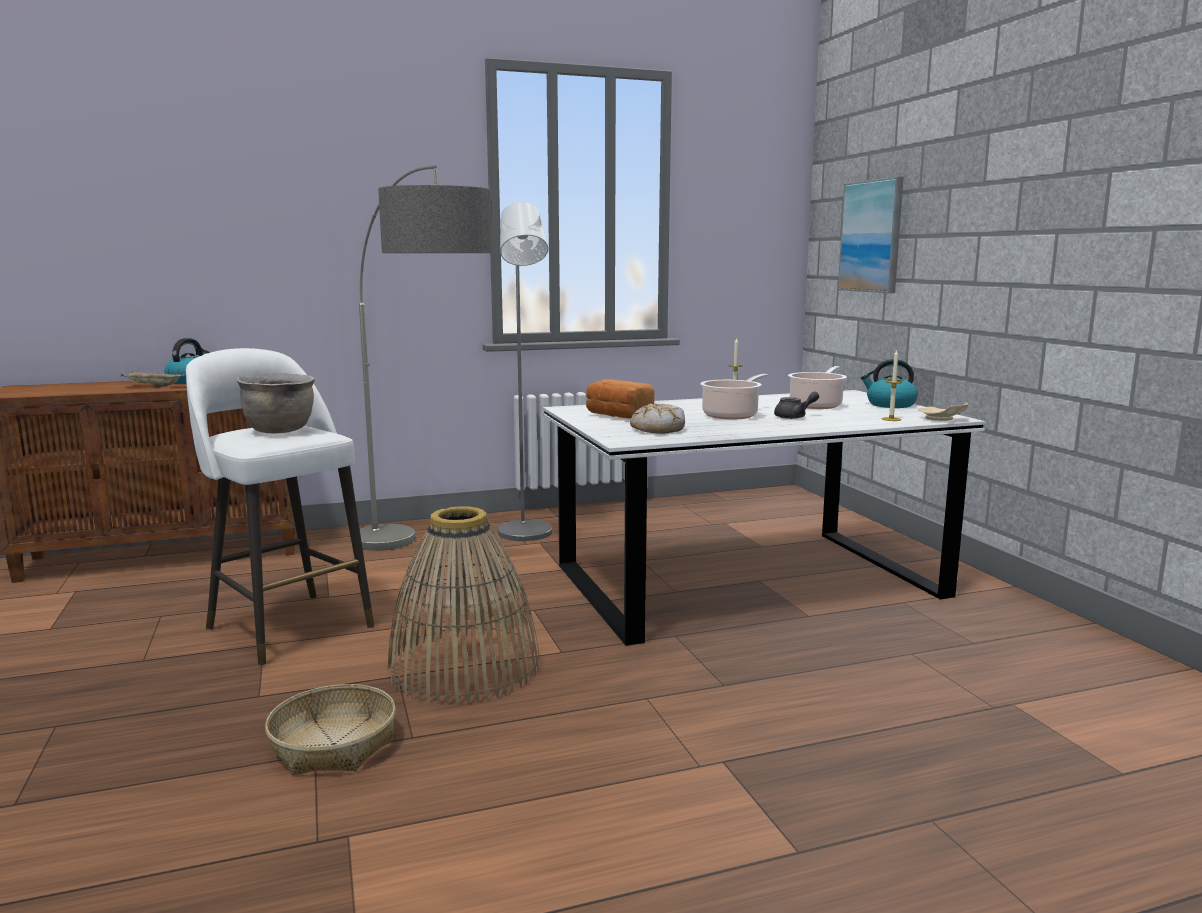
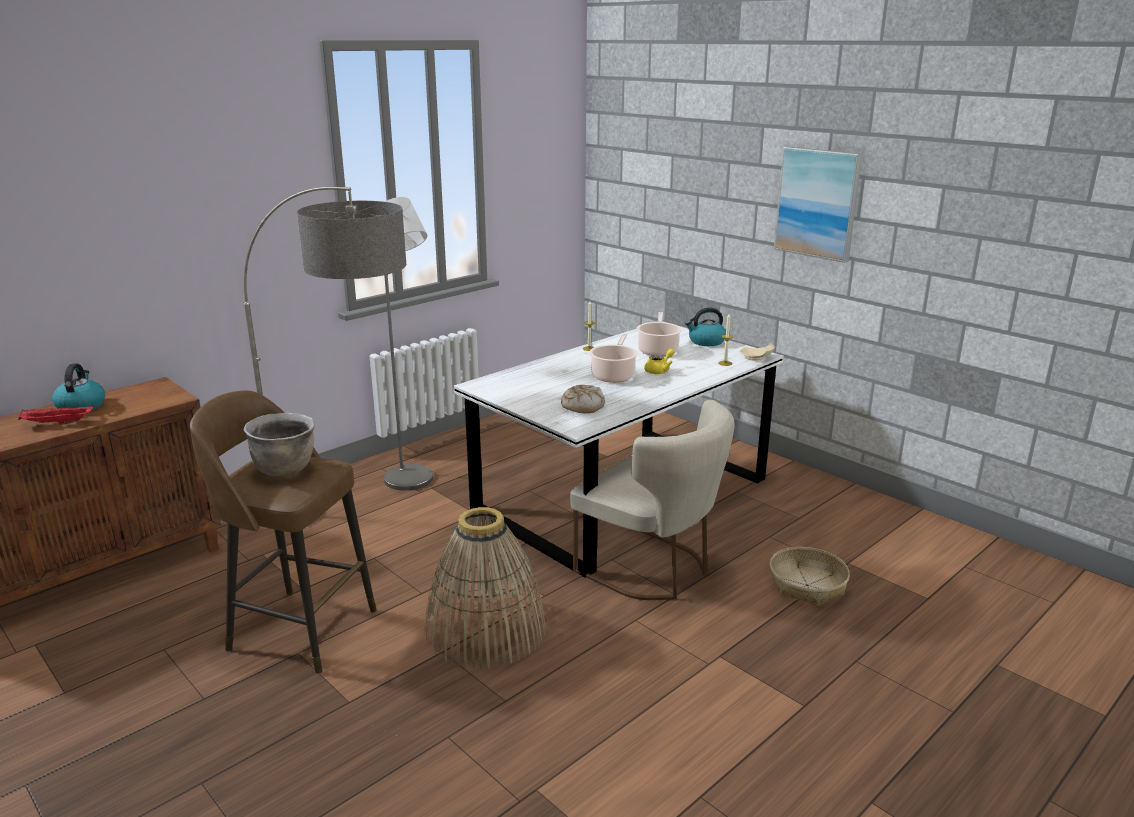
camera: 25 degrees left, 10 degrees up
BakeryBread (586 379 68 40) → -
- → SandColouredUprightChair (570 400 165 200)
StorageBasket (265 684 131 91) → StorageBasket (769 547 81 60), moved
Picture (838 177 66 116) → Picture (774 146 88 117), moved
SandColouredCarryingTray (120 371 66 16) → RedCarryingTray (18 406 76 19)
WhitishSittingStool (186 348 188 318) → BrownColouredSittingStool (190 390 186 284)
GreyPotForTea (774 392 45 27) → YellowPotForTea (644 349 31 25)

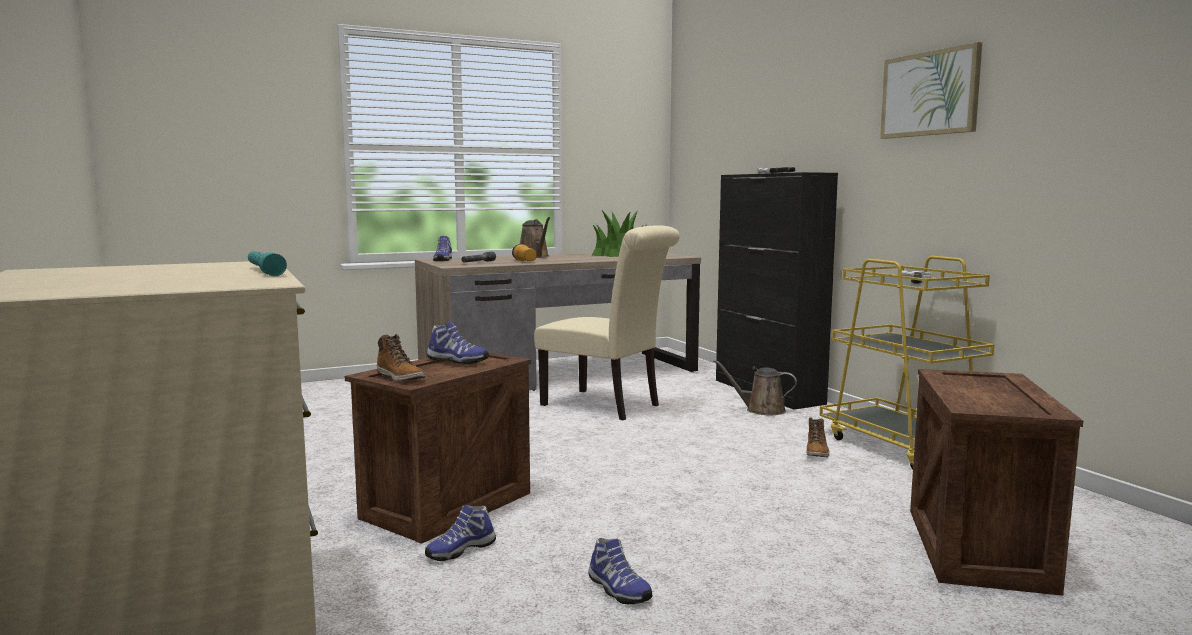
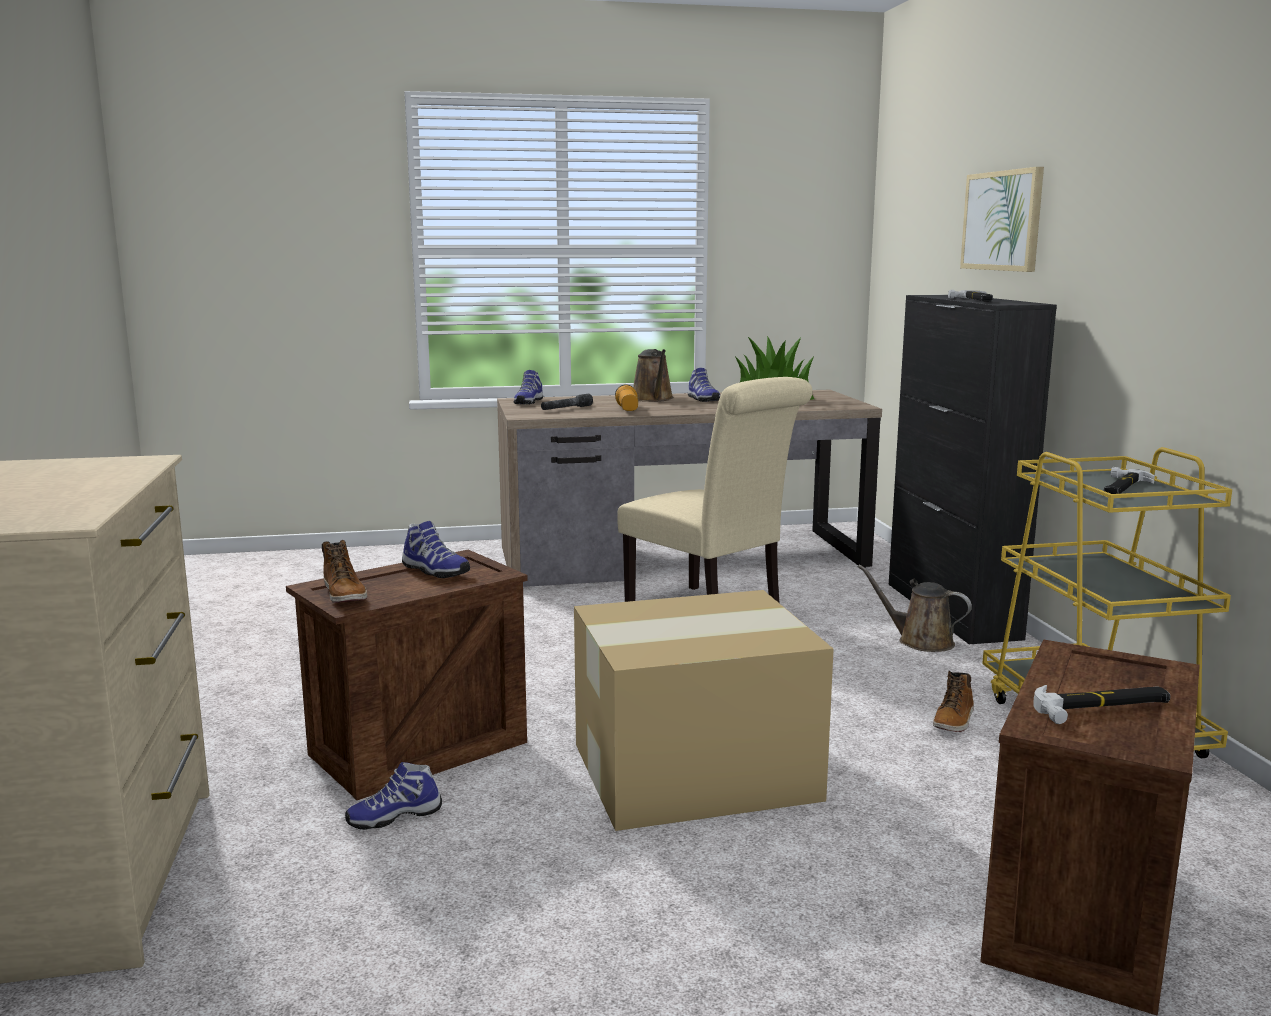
camera: 15 degrees right, 5 degrees up
BlueGreenFlashlight (248 251 39 25) → -
- → CardboardBox (574 590 260 241)
- → Hammer (1033 685 137 39)
Shoe (588 538 64 66) → Shoe (688 368 32 34), moved
Picture (880 42 102 97) → Picture (960 167 84 105), moved

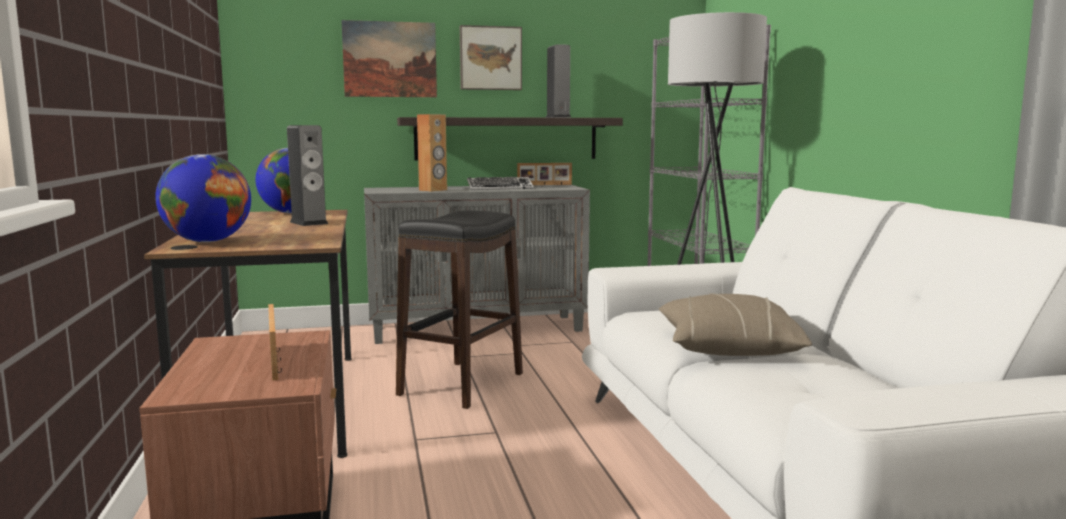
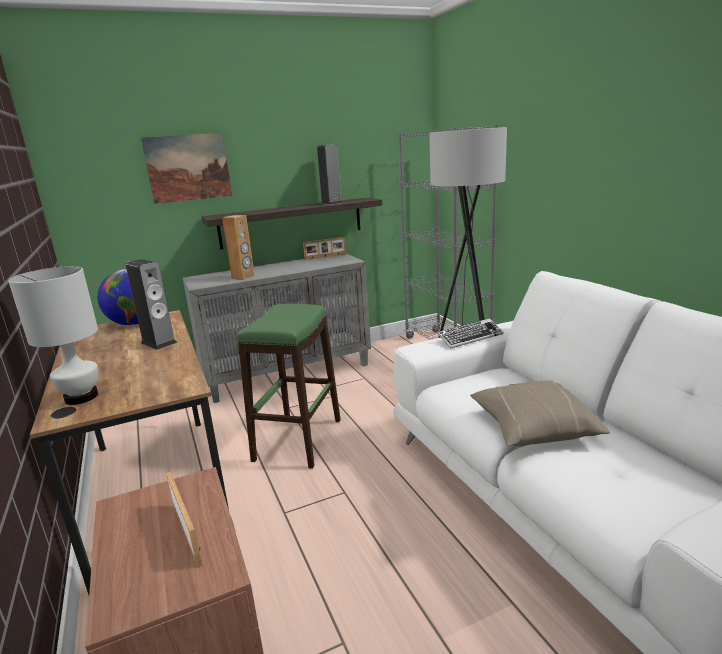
camera: 10 degrees left, 10 degrees up
Picture (460 25 62 65) → -
Keyboard (467 177 67 13) → Keyboard (437 318 67 31), moved
Globe (155 154 96 88) → WhitishLampForATable (8 266 90 139)
BlackishSittingStool (396 210 127 199) → GreenishSittingStool (237 304 104 165)

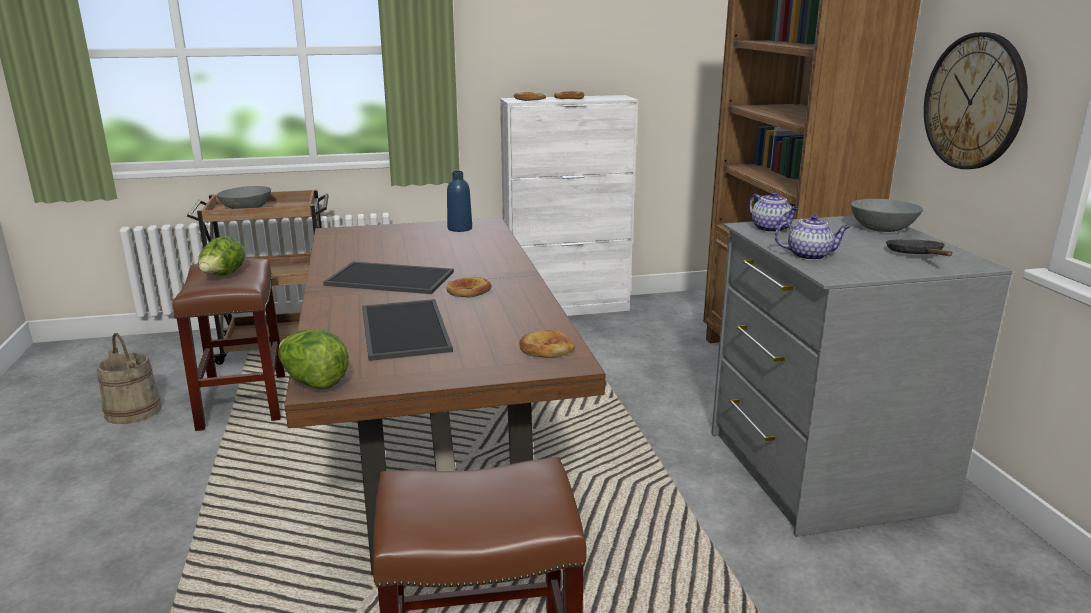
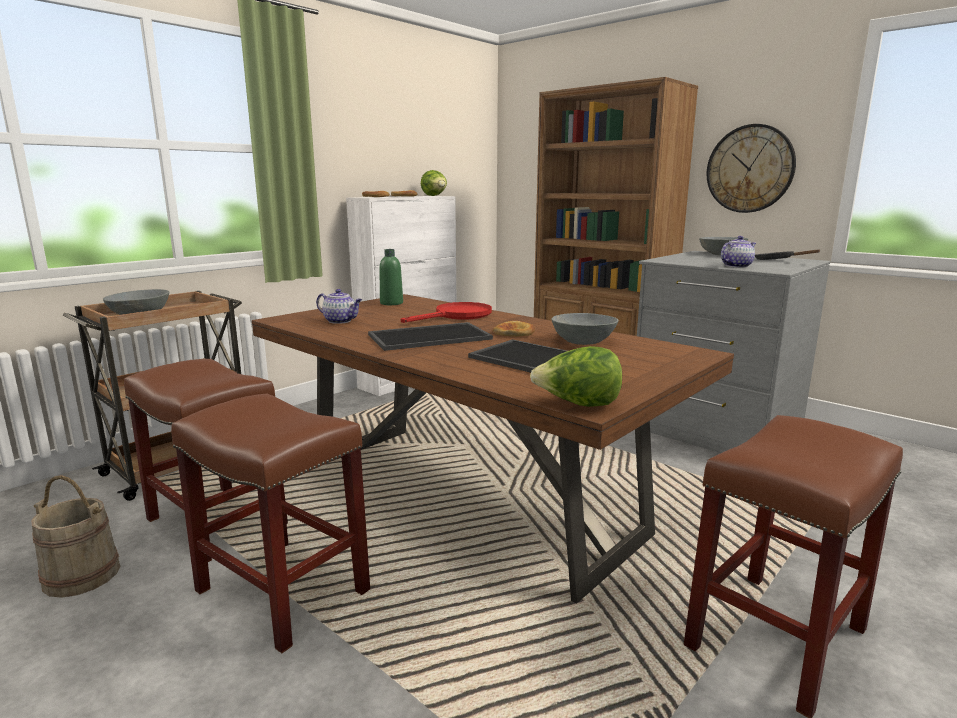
camera: 35 degrees left, 5 degrees down
BakeryBread (519 330 56 28) → -
- → BrownColouredSittingStool (171 394 199 259)
- → RedPan (401 302 91 21)
- → GreyDeepDish (551 313 67 32)
LettuceHead (198 236 47 39) → LettuceHead (421 170 26 26), moved
PotForTea (748 191 51 41) → PotForTea (316 289 46 35), moved
BlueBottle (447 171 25 61) → GreenishBottle (379 249 24 56)

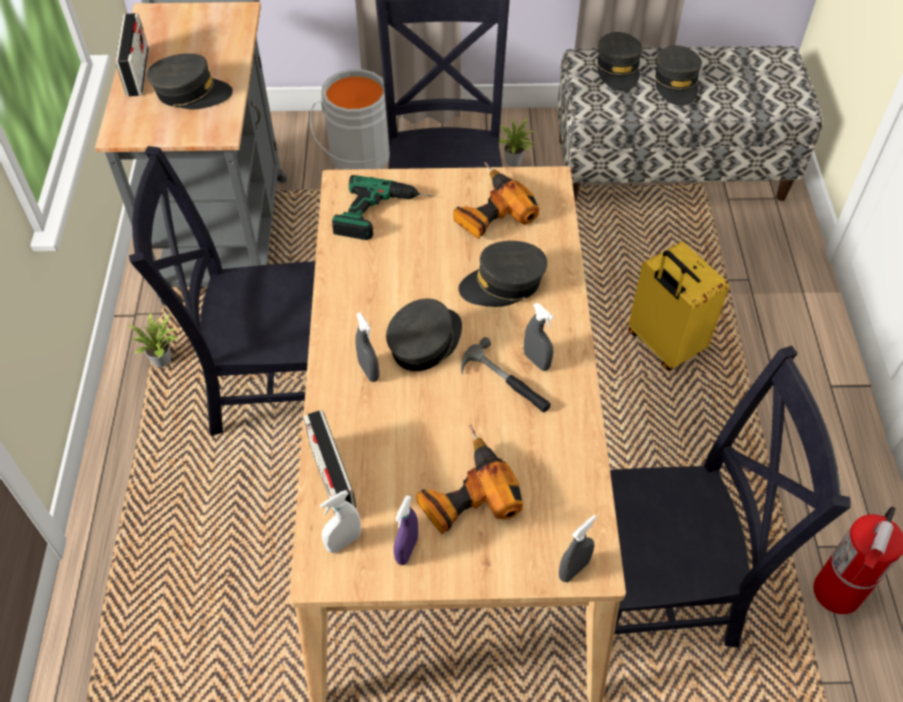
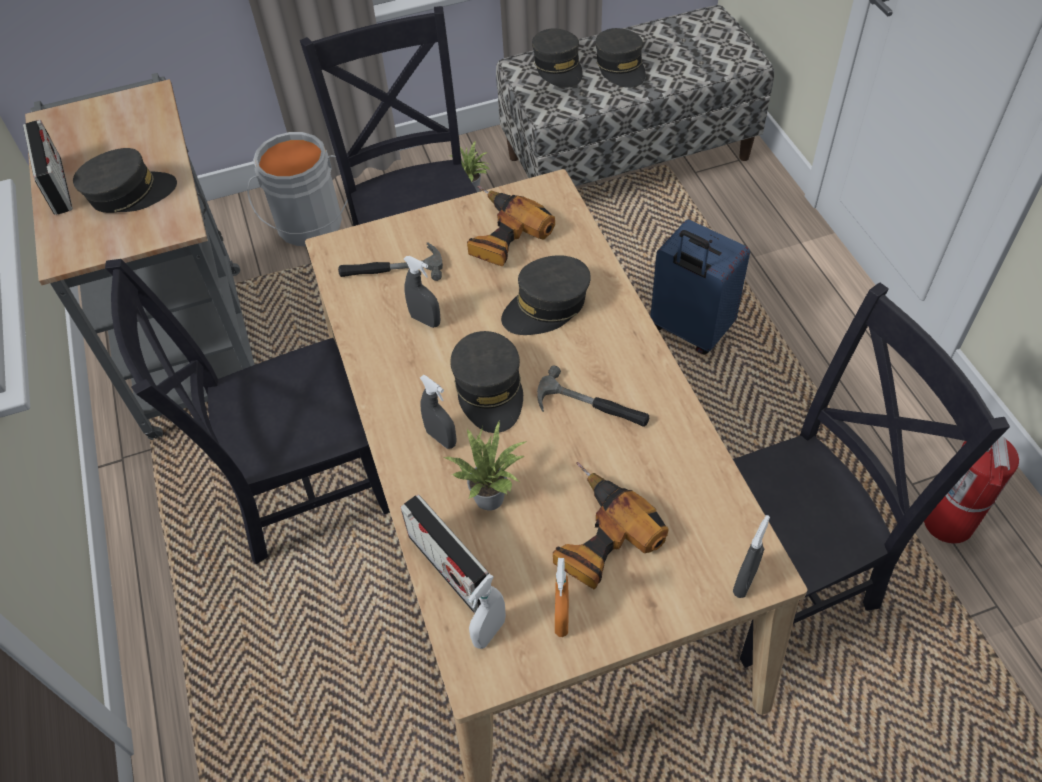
camera: 15 degrees left, 0 degrees up
Houseplant (128 313 49 54) → Houseplant (444 421 83 90), moved
GreyHandSprayer (524 303 30 68) → GreyHandSprayer (404 256 37 72), moved
PowerDrill (332 175 103 65) → Hammer (338 242 105 39)
PurpleHandSprayer (394 495 24 70) → OrangeHandSprayer (555 558 14 79)
YellowTravelCase (628 242 101 128) → BlueTravelCase (650 219 100 135)
GreyPeakedCap (386 299 76 72) → GreyPeakedCap (450 331 73 102), 150 degrees clockwise

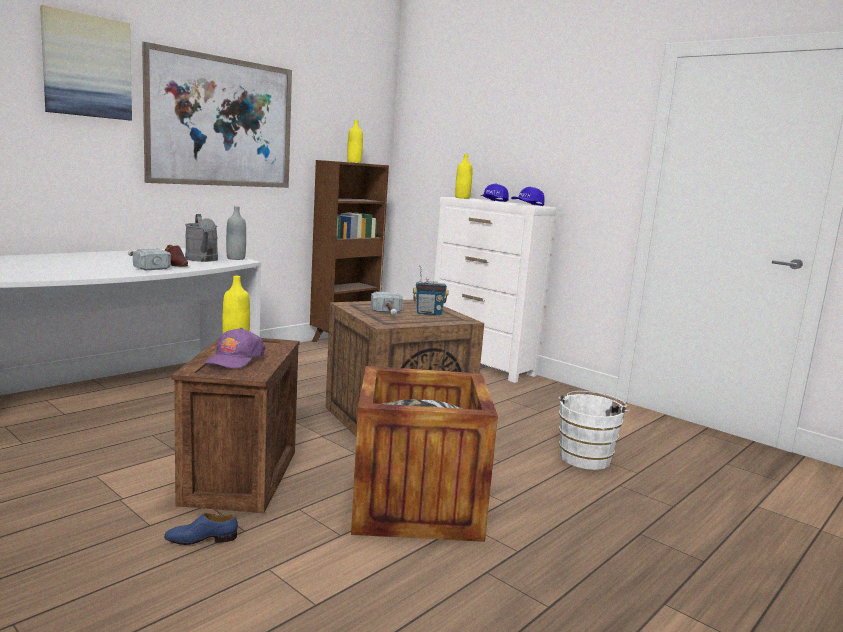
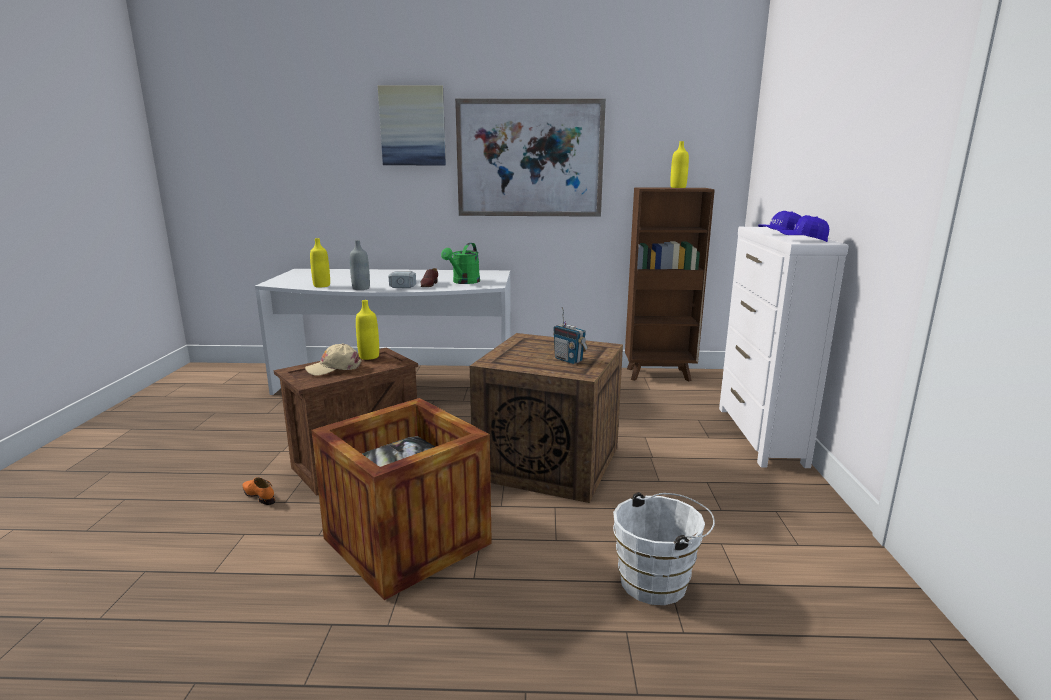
camera: 50 degrees right, 5 degrees up
Hammer (371 292 32 23) → -
GreyBottle (226 206 20 54) → GreyBottle (350 240 20 50), moved
YellowBottle (455 154 17 45) → YellowBottle (310 238 20 50), moved
BlueShoe (164 513 74 32) → OrangeShoe (242 477 33 28)
GreyWateringPot (185 214 33 48) → GreenishWateringPot (441 243 39 41)
PurplePeakedCap (205 328 60 40) → SandColouredPeakedCap (305 343 56 33)

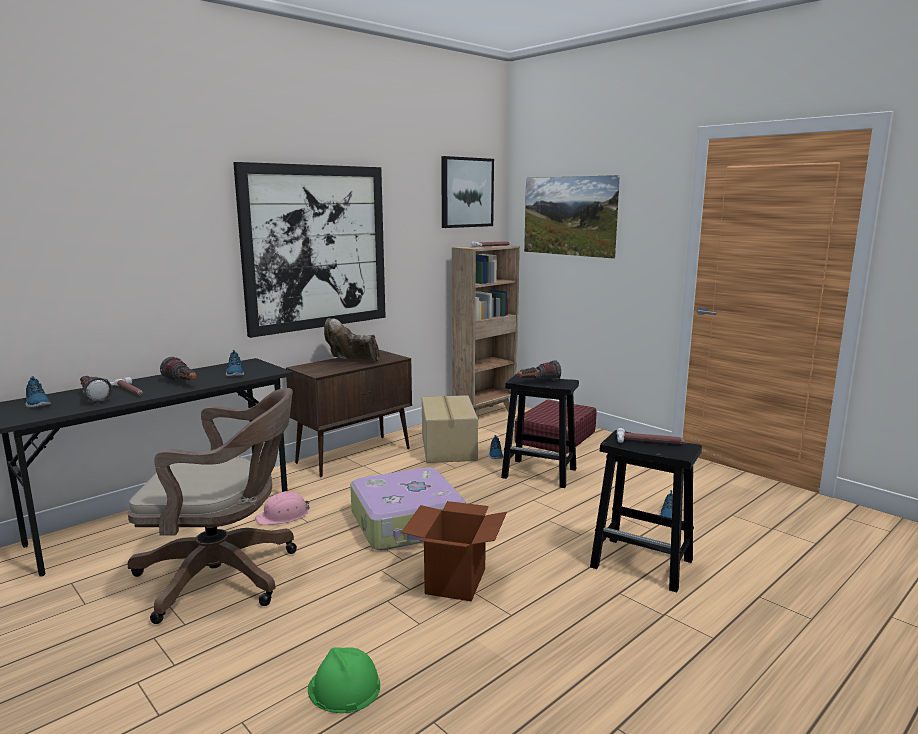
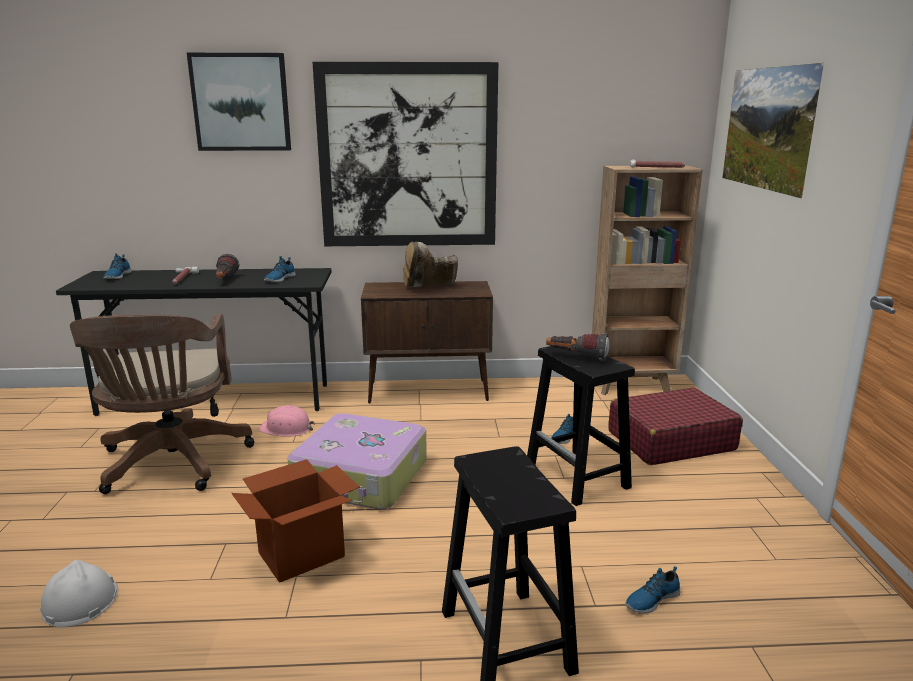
camera: 40 degrees right, 5 degrees up
Flashlight (80 376 33 27) → -
CardboardBox (422 395 56 68) → -
Hammer (617 428 67 16) → -
Picture (441 156 53 72) → Picture (187 53 104 98), moved
GreenishHardHat (308 647 72 66) → WhitishHardHat (40 560 78 68)
BrownColouredOfficeChair (128 388 169 236) → BrownColouredOfficeChair (70 314 185 180), 45 degrees clockwise
BrownColouredHighTopBoot (324 318 56 44) → BrownColouredHighTopBoot (403 242 55 45), 75 degrees counterclockwise

